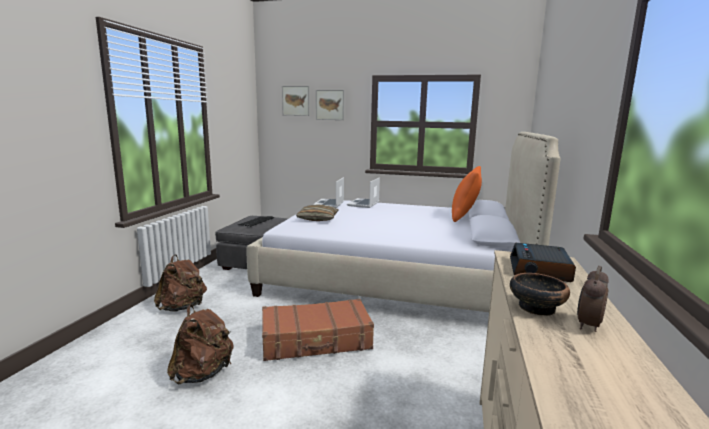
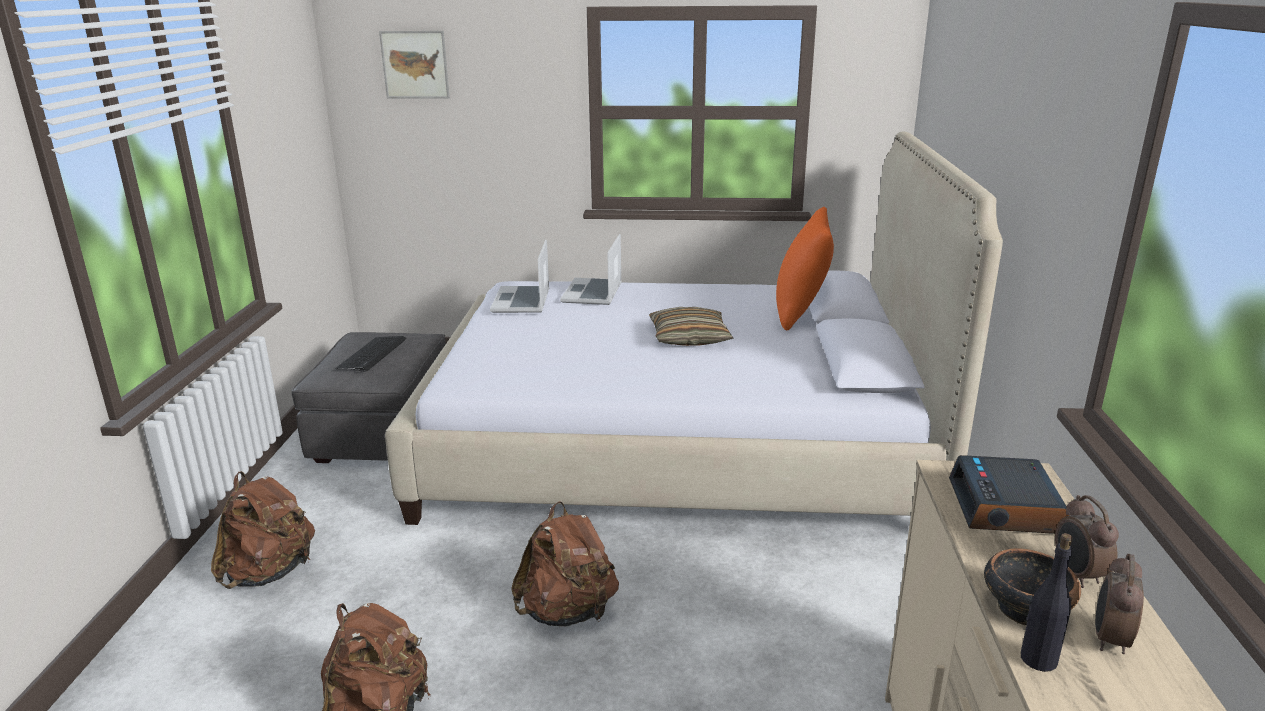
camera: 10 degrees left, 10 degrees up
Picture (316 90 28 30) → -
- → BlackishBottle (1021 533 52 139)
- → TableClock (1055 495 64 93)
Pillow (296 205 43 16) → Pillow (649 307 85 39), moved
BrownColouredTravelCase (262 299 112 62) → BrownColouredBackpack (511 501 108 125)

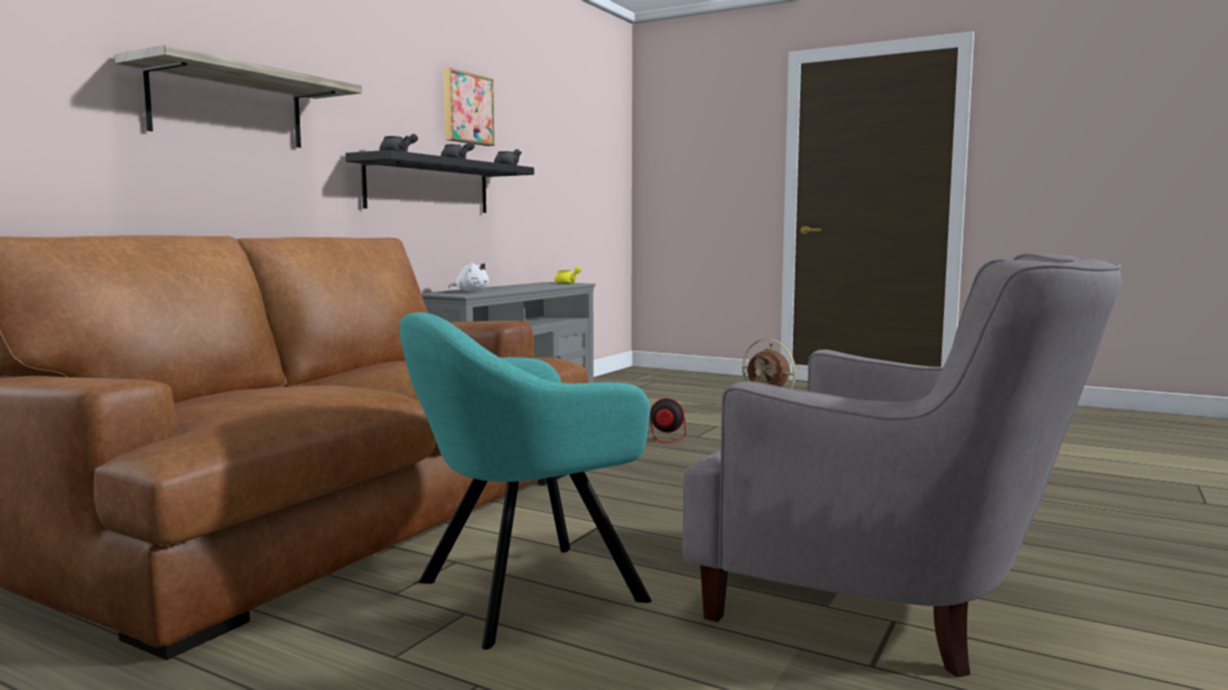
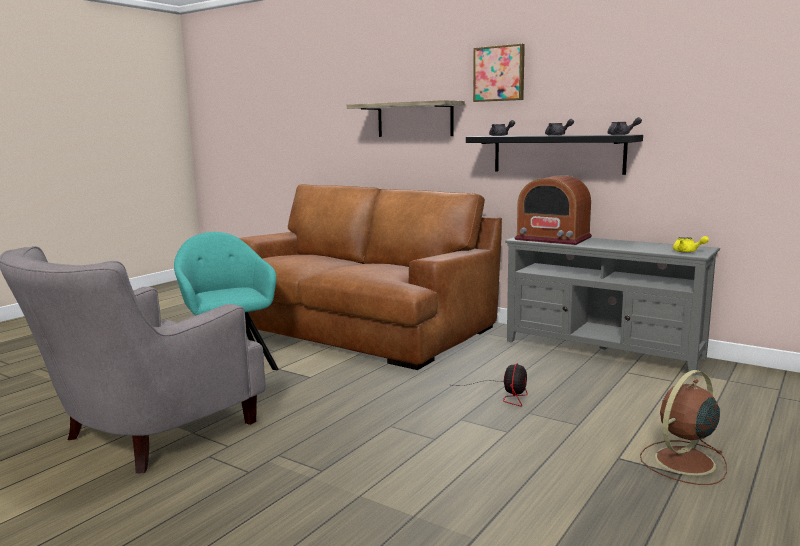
camera: 95 degrees right, 5 degrees up
Picture (443 68 51 78) → Picture (473 44 52 58), moved
WhitishCuddlyToy (448 262 41 30) → RadioReceiver (515 175 77 70)

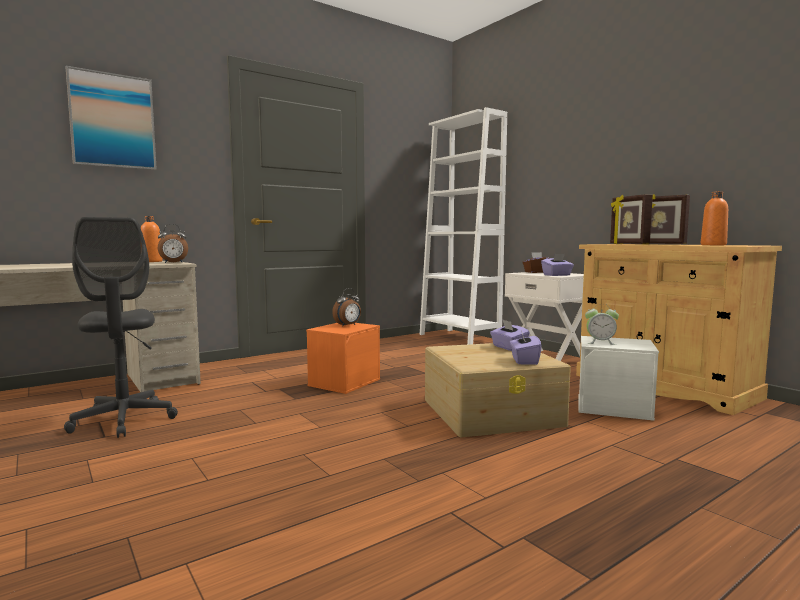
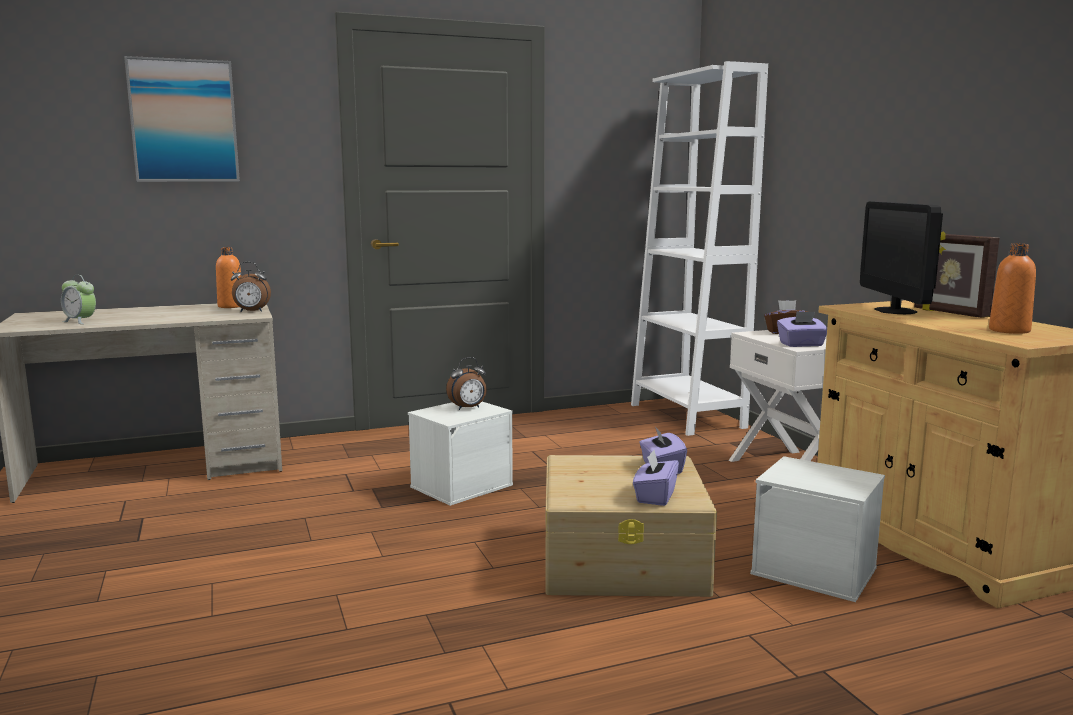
camera: 15 degrees right, 5 degrees up
GreyOfficeChair (64 217 114 221) → -
TableClock (585 304 34 41) → TableClock (61 275 35 49), moved
PictureFrame (610 194 43 50) → ComputerScreen (860 201 83 113)
OrangeStorageContainer (306 323 74 71) → WhitishStorageContainer (408 402 105 104)

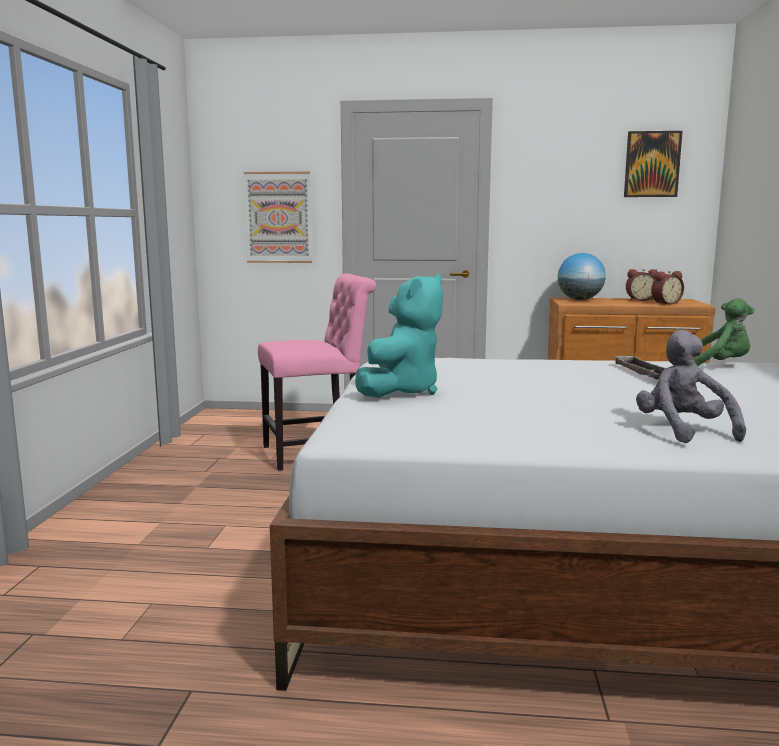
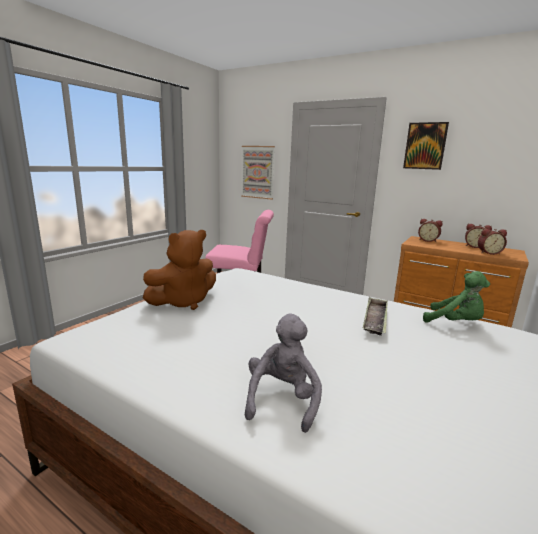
camera: 25 degrees right, 5 degrees up
Picture (624 131 59 66) → Picture (403 122 46 48), moved
Globe (558 253 48 47) → TableClock (418 219 25 23)
BlueGreenCuddlyToy (355 274 88 124) → BrownColouredCuddlyToy (143 230 73 80)

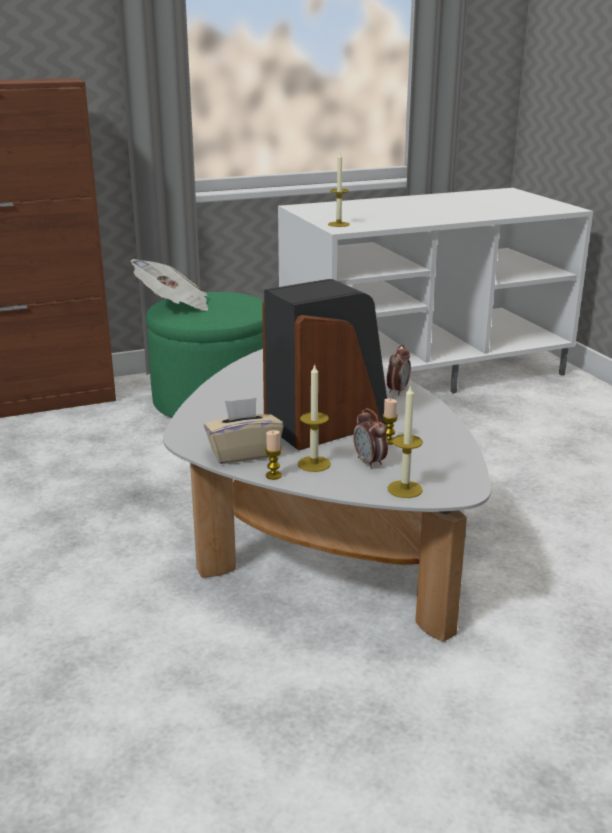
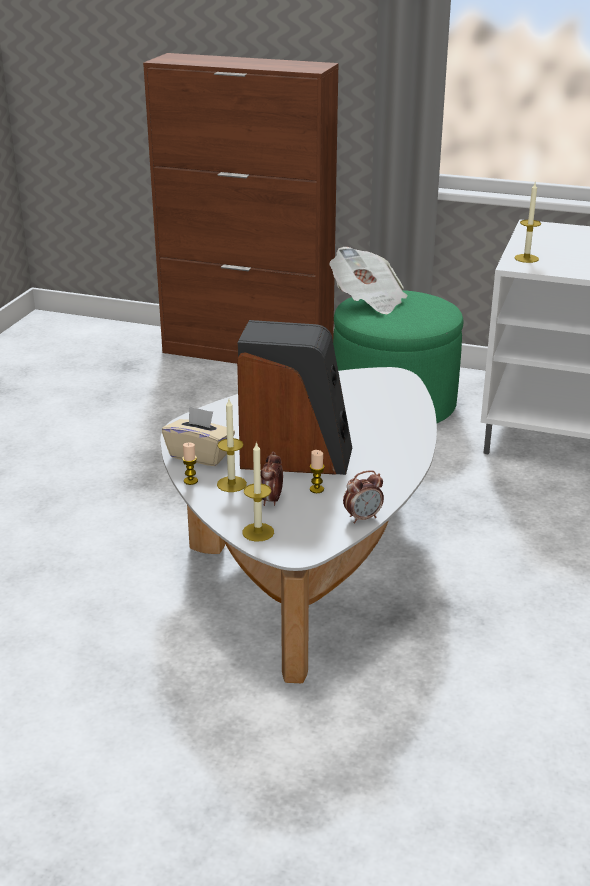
camera: 40 degrees right, 5 degrees up
TableClock (387 344 24 52) → TableClock (343 470 41 54), moved

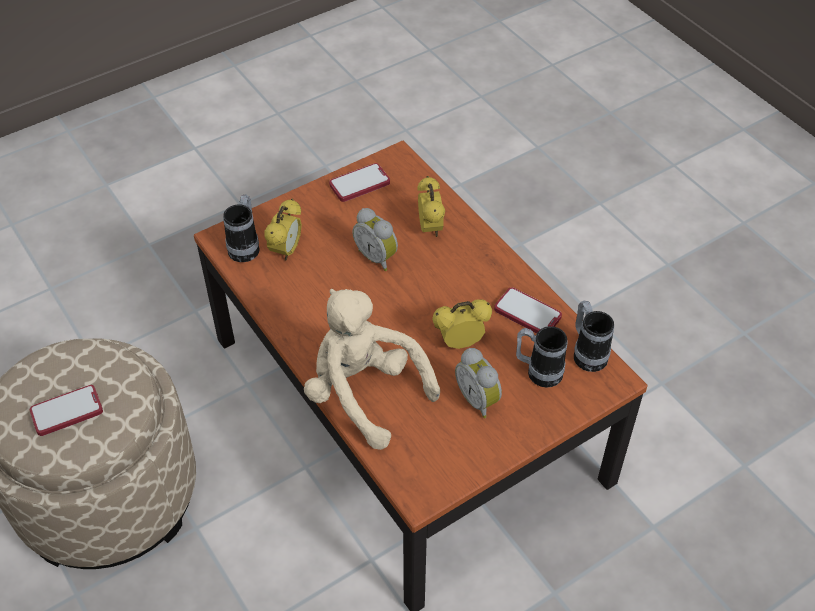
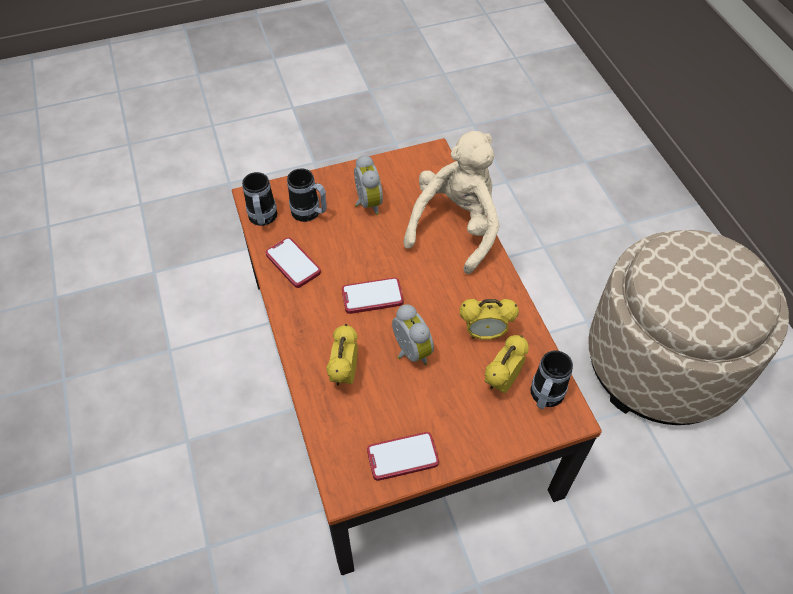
camera: 165 degrees left, 5 degrees up
Phone (30 385 73 51) → Phone (342 278 61 36), moved
TableClock (432 299 60 50) → TableClock (460 299 59 40), moved
SandColouredCuddlyToy (304 289 136 161) → SandColouredCuddlyToy (404 131 96 143), 120 degrees counterclockwise

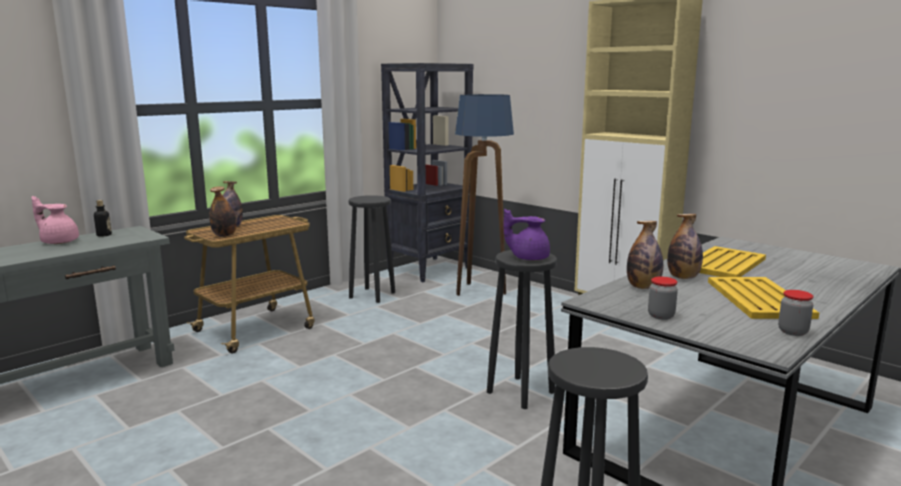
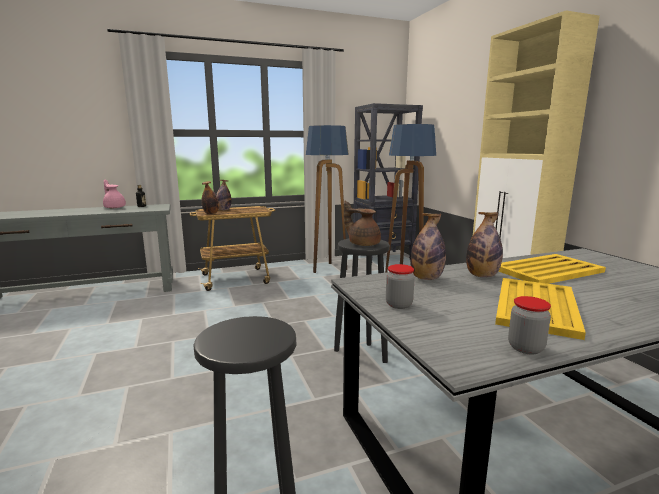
camera: 25 degrees right, 0 degrees up
BlackishSittingStool (349 195 46 108) → StandingLamp (306 125 43 148)
PurplePotForTea (504 209 46 51) → BrownColouredPotForTea (344 201 37 45)

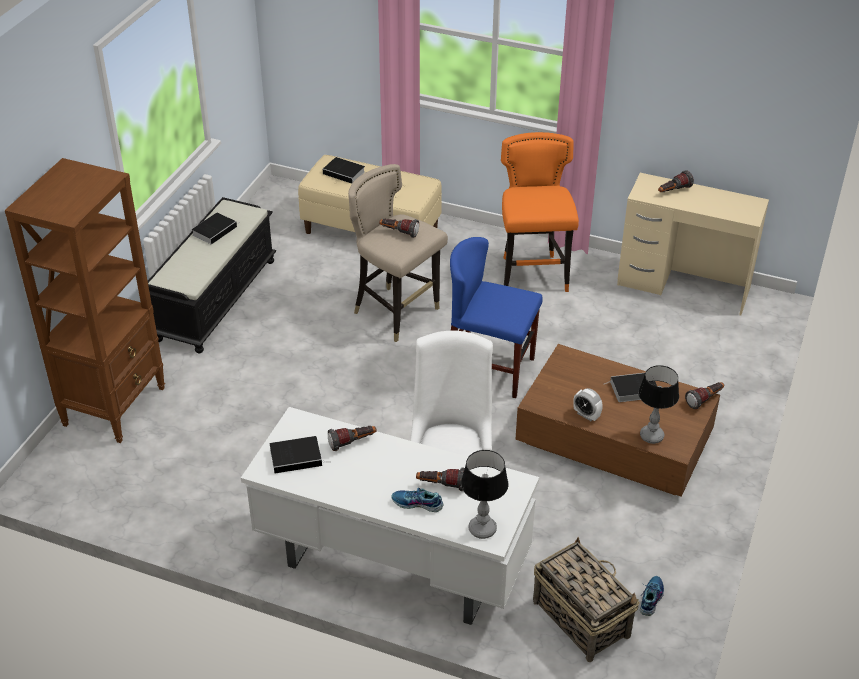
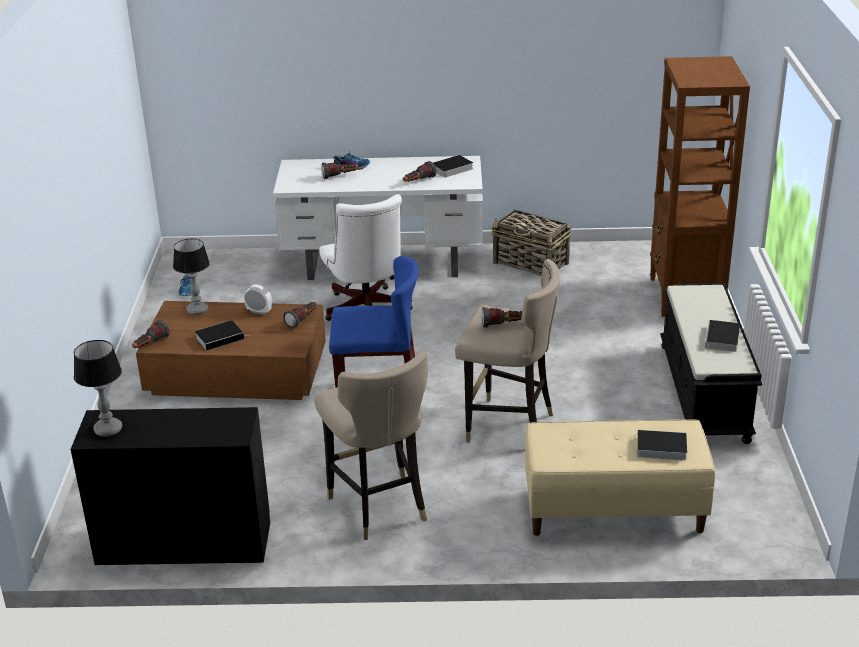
camera: 160 degrees right, 10 degrees down
LampForATable (461 450 47 89) → LampForATable (74 340 48 97), moved
StorageBasket (533 537 107 125) → StorageBasket (491 209 80 67), moved
Flashlight (658 170 36 22) → Flashlight (283 302 35 26), moved
OrangeSittingStool (501 132 78 160) → SandColouredSittingStool (315 350 113 190)
SandColouredDeskUnit (617 173 152 142) → BlackishDeskUnit (71 407 199 158)

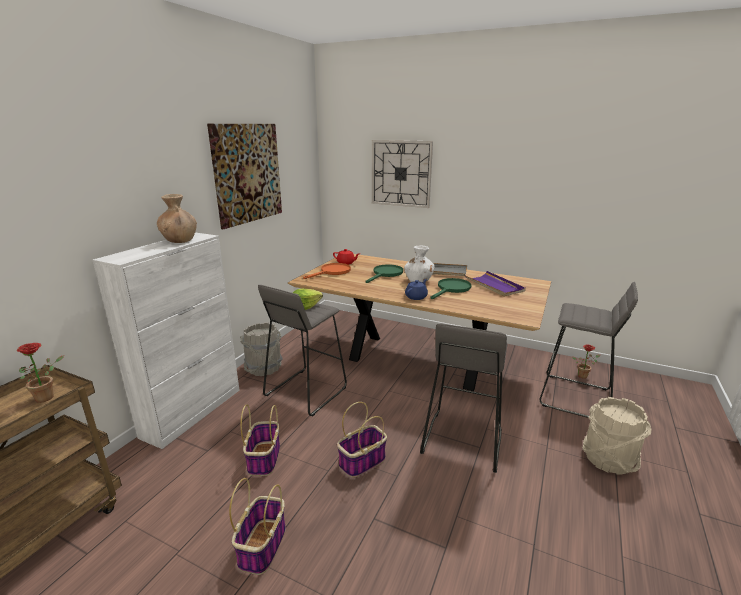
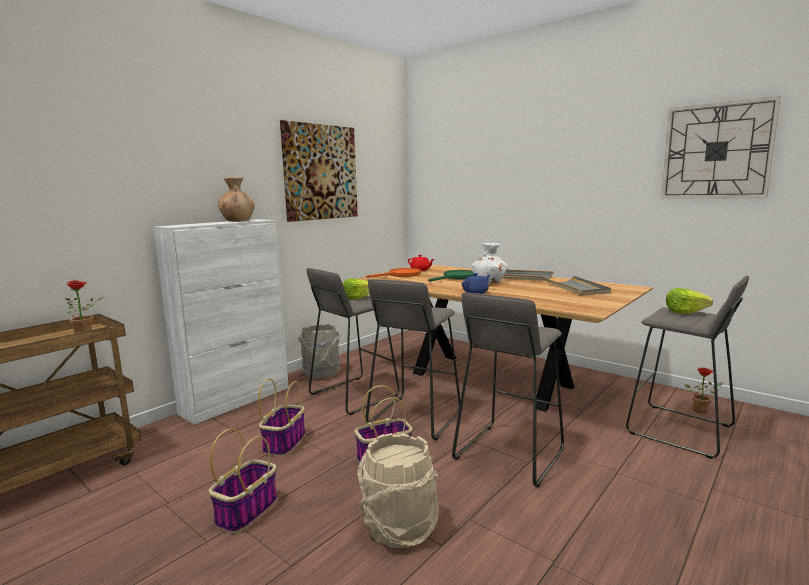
camera: 15 degrees right, 10 degrees down
GreenishPan (430 278 41 21) → -
- → GreySittingStool (366 279 95 161)
- → LettuceHead (666 288 47 26)
WallClock (372 140 61 68) → WallClock (661 96 120 103), moved
SandColouredPail (582 397 70 78) → SandColouredPail (357 433 82 115), moved
PurpleCarryingTray (465 271 61 26) → GreyCarryingTray (543 276 68 20)

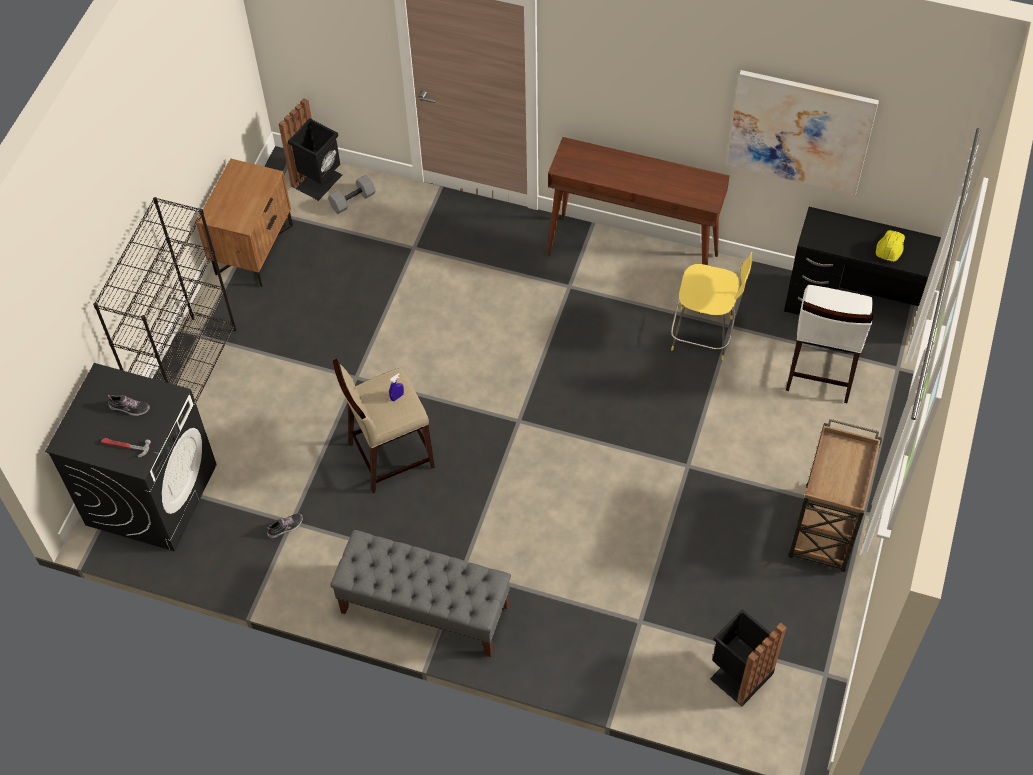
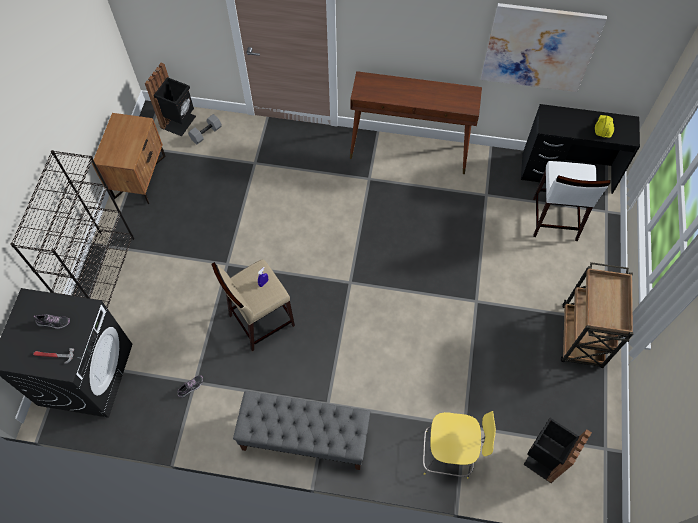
camera: 10 degrees left, 5 degrees up
YellowSittingStool (671 252 81 108) → YellowSittingStool (423 411 73 68), moved

